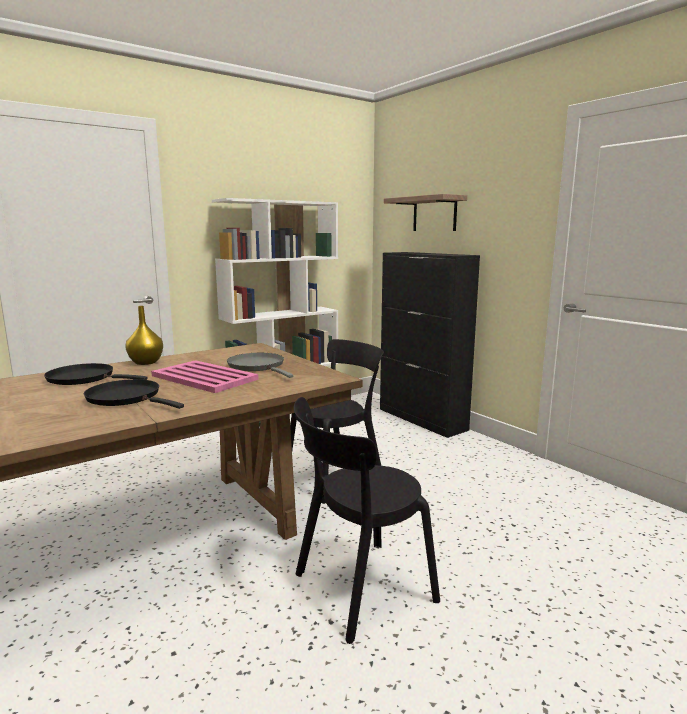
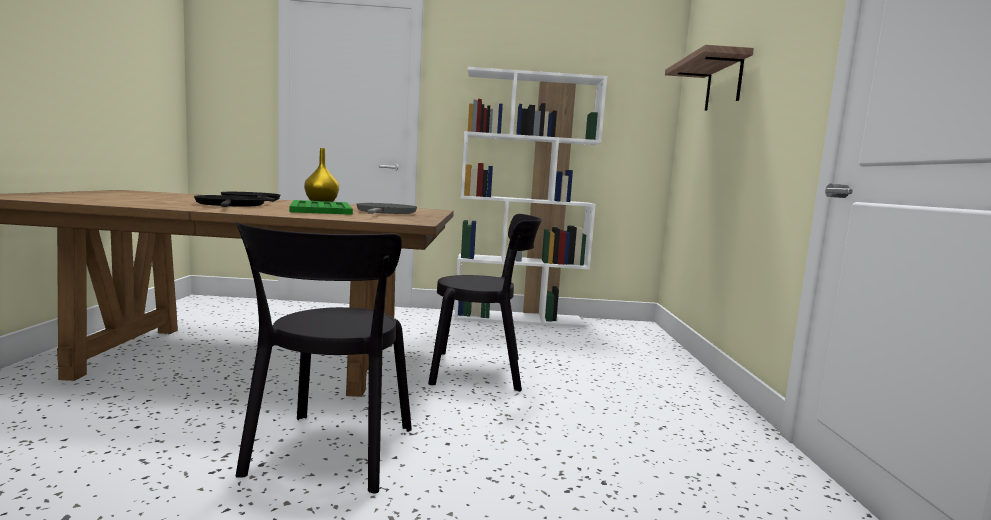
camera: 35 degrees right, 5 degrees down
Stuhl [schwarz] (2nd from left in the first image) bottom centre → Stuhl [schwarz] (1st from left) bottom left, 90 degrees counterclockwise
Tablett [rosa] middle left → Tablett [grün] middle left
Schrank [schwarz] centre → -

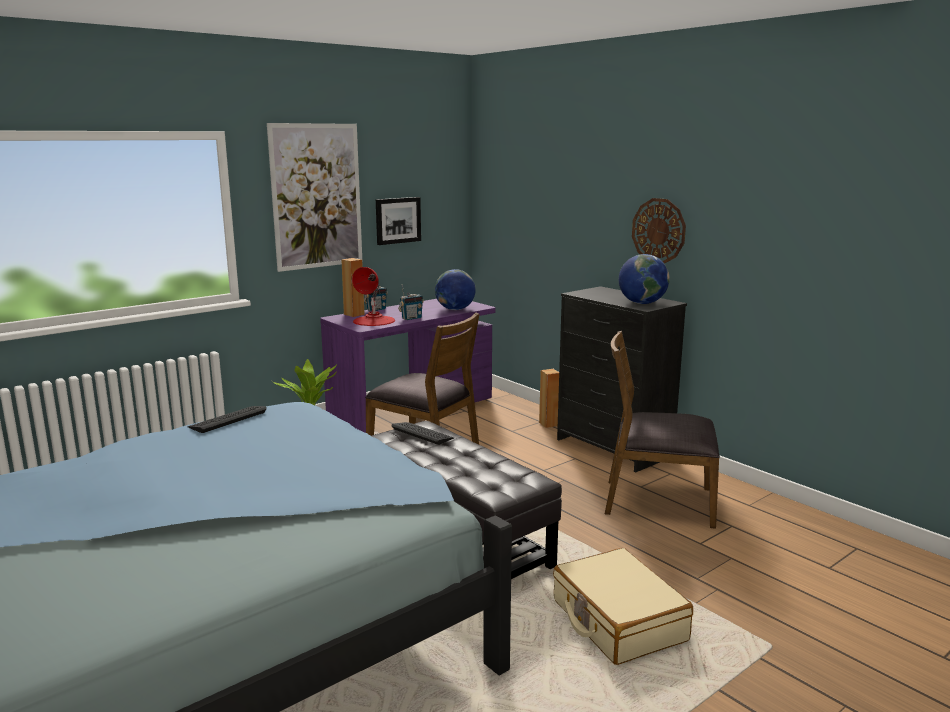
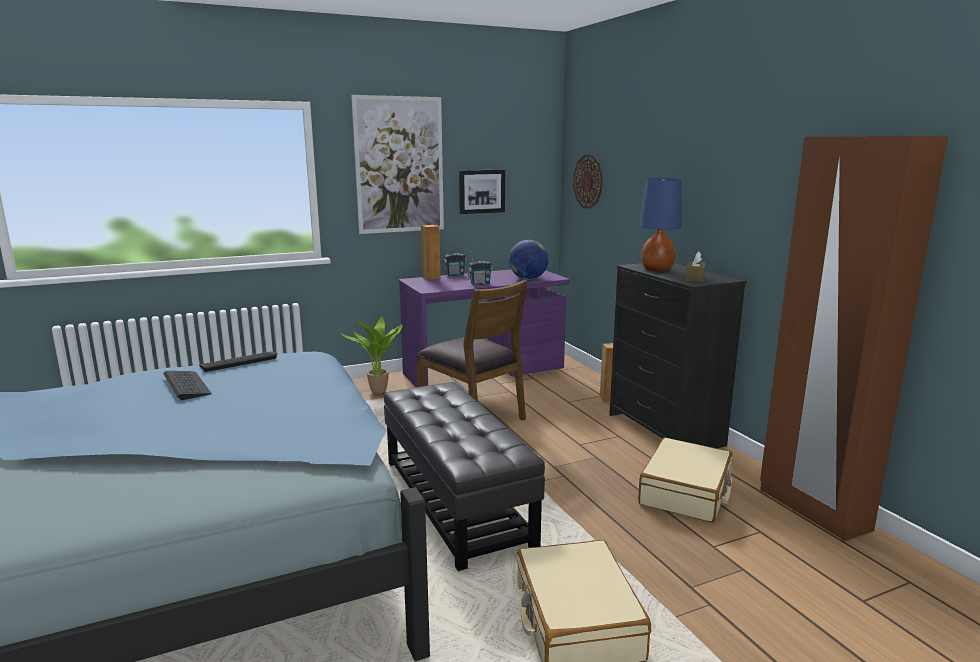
camera: 15 degrees right, 0 degrees up
Tastatur (2nd from left in the first image) centre → Tastatur (1st from left) middle left, moved
Wanduhr top right → Wanduhr top centre, moved
Stuhl [braun] (2nd from left) middle right → Koffer [beige] (2nd from left) bottom right
- → Tischlampe [blau] middle right
Globus (2nd from left) middle right → Taschentuchbox [braun] middle right
- → Kleiderschrank [braun] middle right
Tischlampe [rot] centre → -

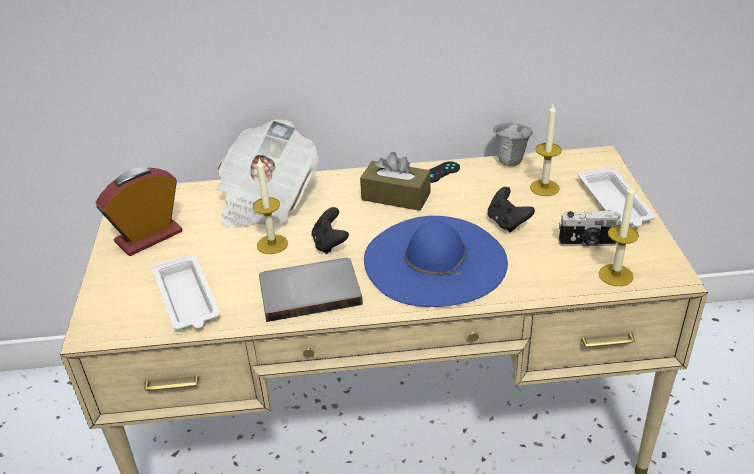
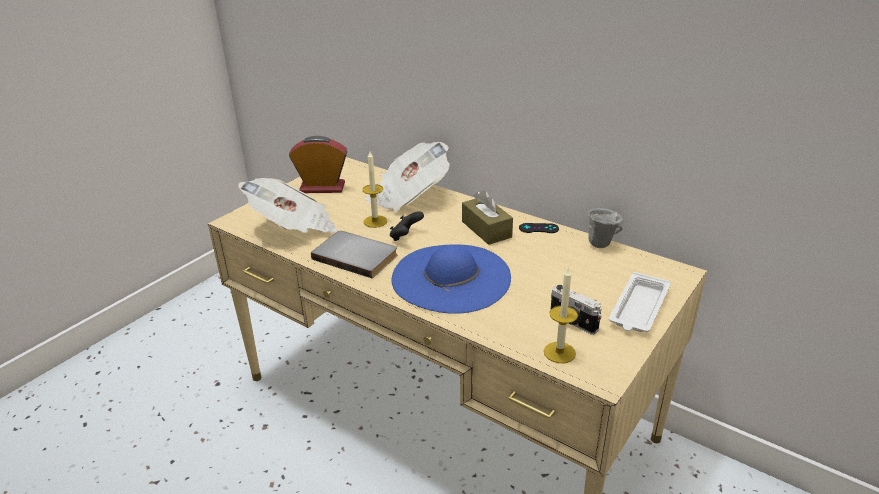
camera: 40 degrees right, 5 degrees down
Tablett [weiß] (1st from left) middle left → Zeitung (1st from left) middle left
Gamepad [schwarz] (3rd from left) middle right → -
Kerze (2nd from left) top right → -

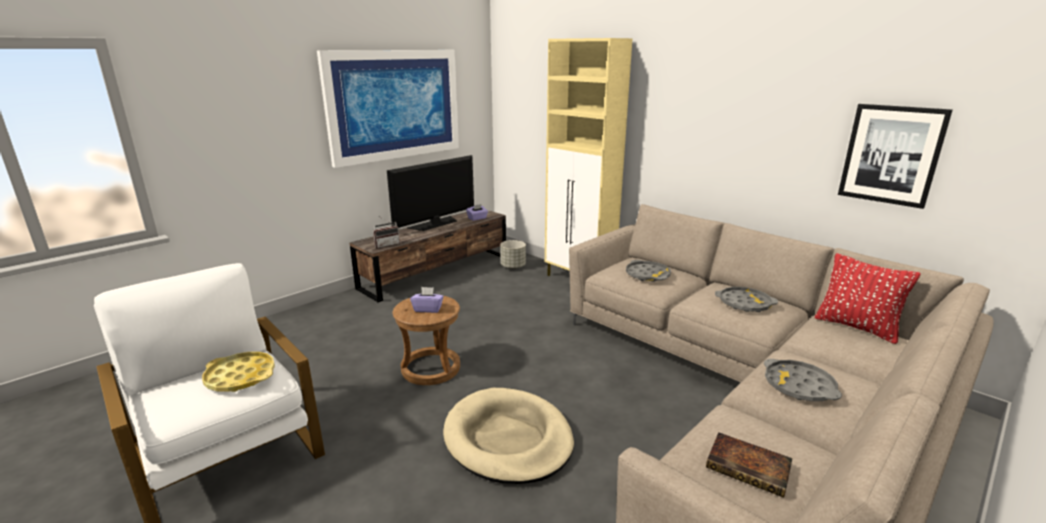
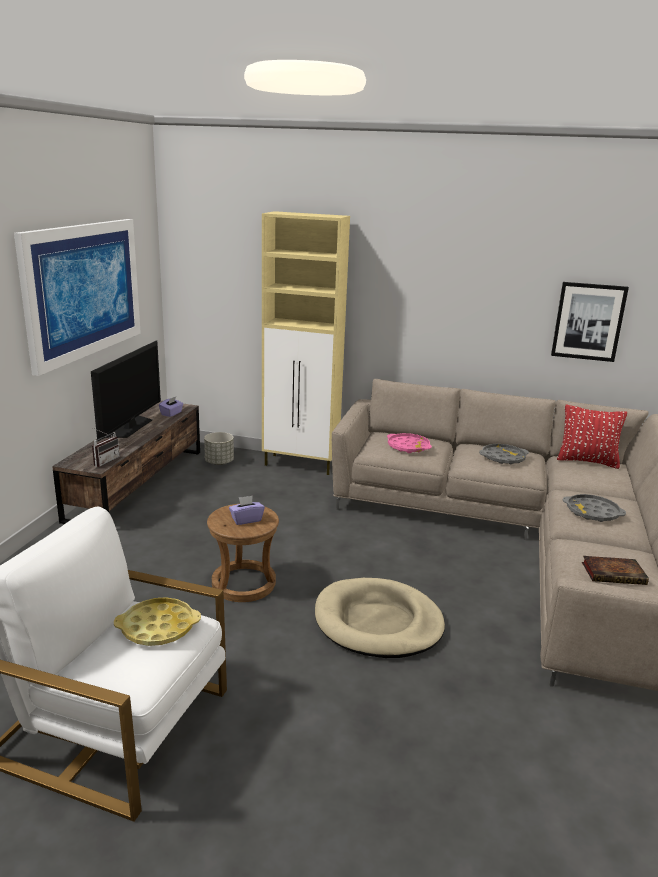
camera: 30 degrees left, 0 degrees up
Tablett [grau] (1st from left) centre → Tablett [rosa] centre

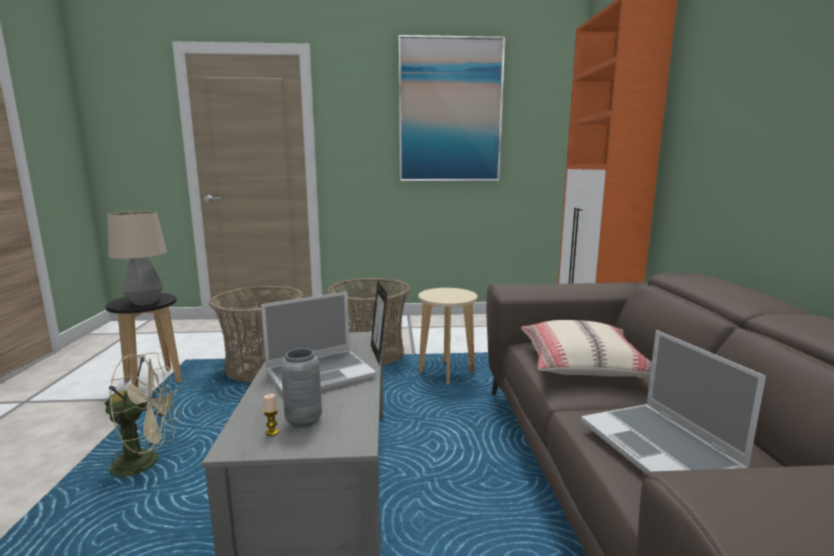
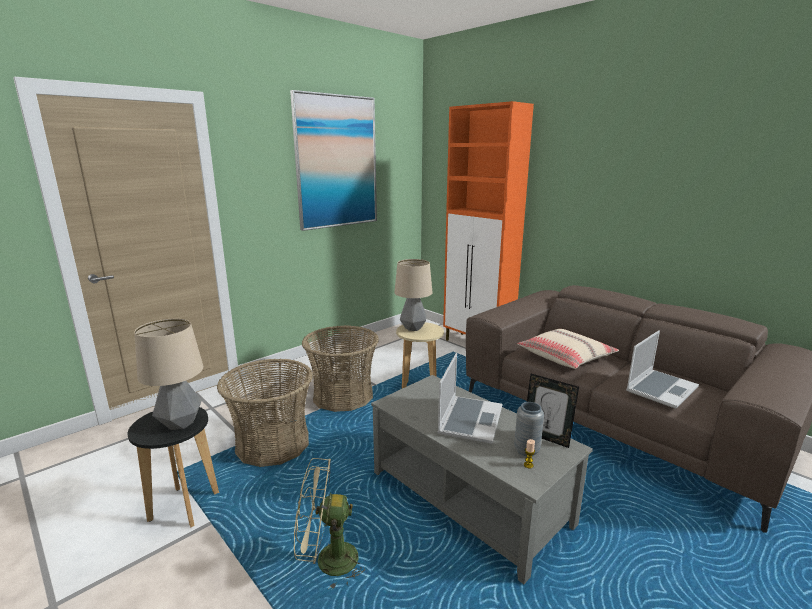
camera: 40 degrees left, 5 degrees up
Ventilator [beige] bottom left → Ventilator [beige] bottom centre, 135 degrees counterclockwise
- → Tischlampe (2nd from left) centre
Bilderrahmen centre → Bilderrahmen bottom right, moved
Laptop (2nd from left) bottom right → Laptop (2nd from left) middle right, 75 degrees counterclockwise

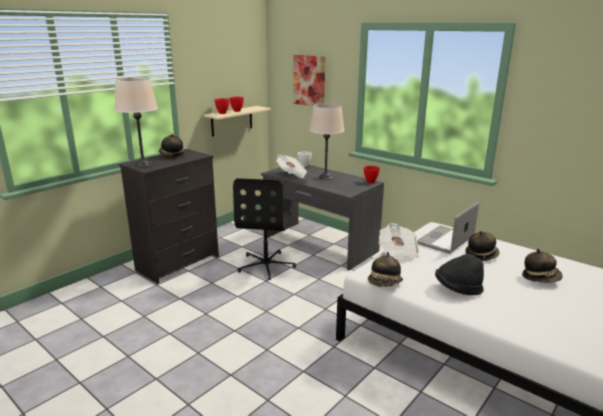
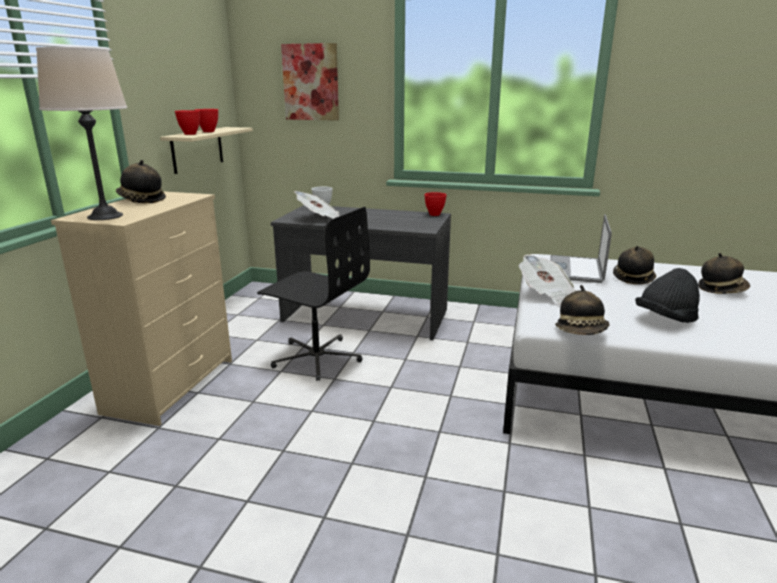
camera: 25 degrees left, 0 degrees up
Kommode [schwarz] middle left → Kommode [beige] middle left
Bürostuhl [schwarz] centre, 45 degrees counterclockwise
Tischlampe [beige] (2nd from left) centre → -

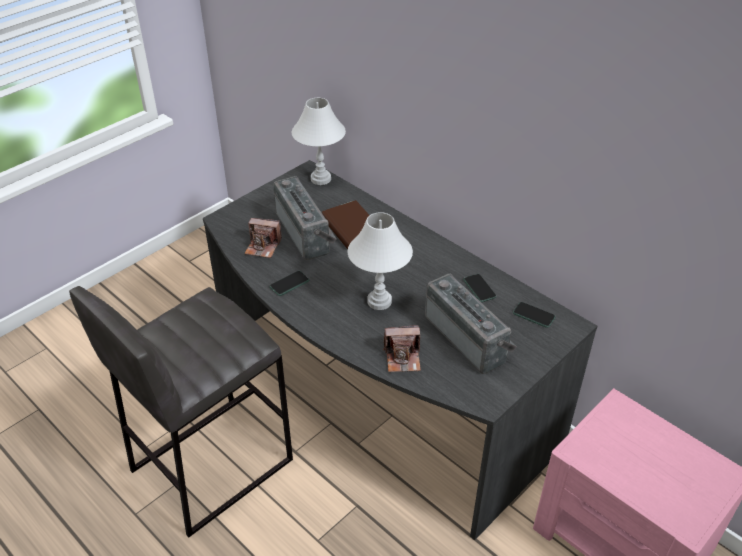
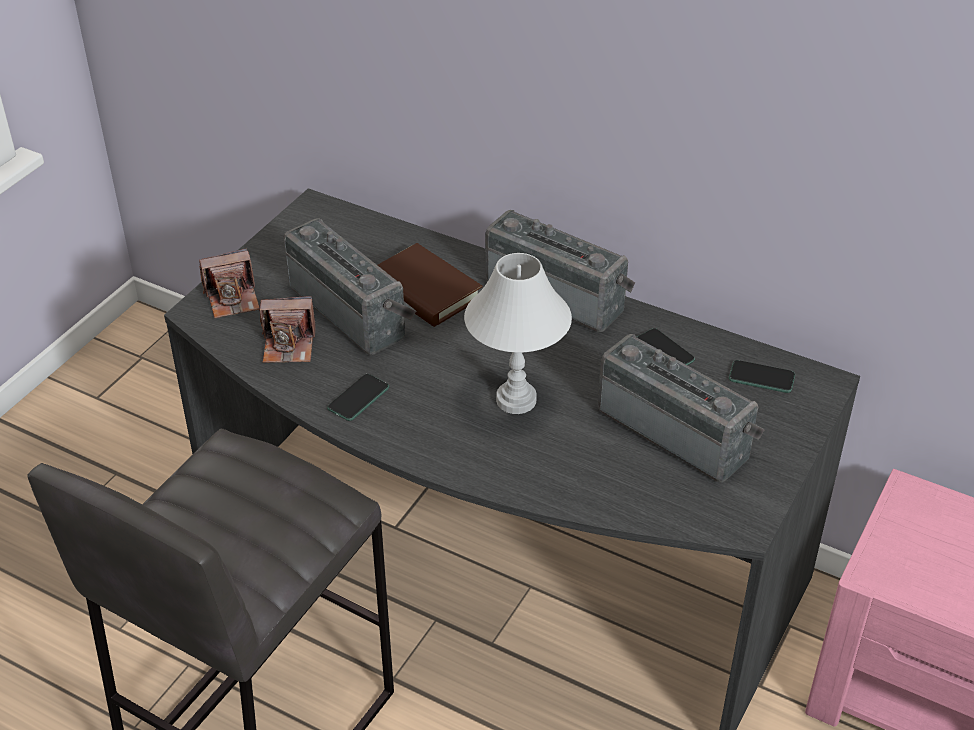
camera: 15 degrees left, 0 degrees up
Kamera (2nd from left in the first image) centre → Kamera (1st from left) middle left, moved
- → Radio (2nd from left) centre
Tischlampe [weiß] (1st from left) top centre → -

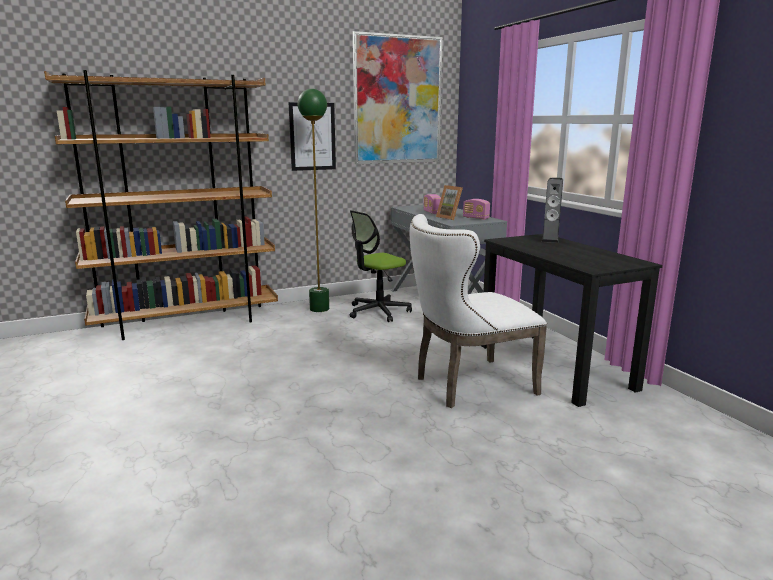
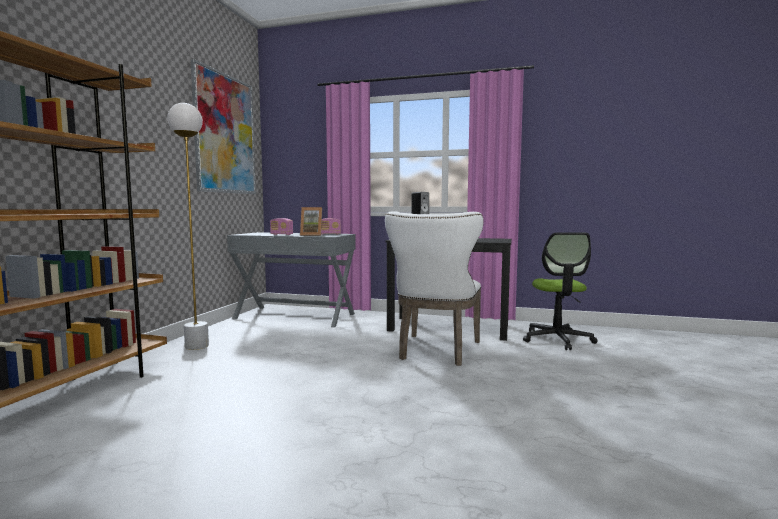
camera: 50 degrees left, 10 degrees down
Stehlampe [grün] centre → Stehlampe [weiß] middle left
Bürostuhl centre → Bürostuhl middle right, moved
Bild (1st from left) top centre → -

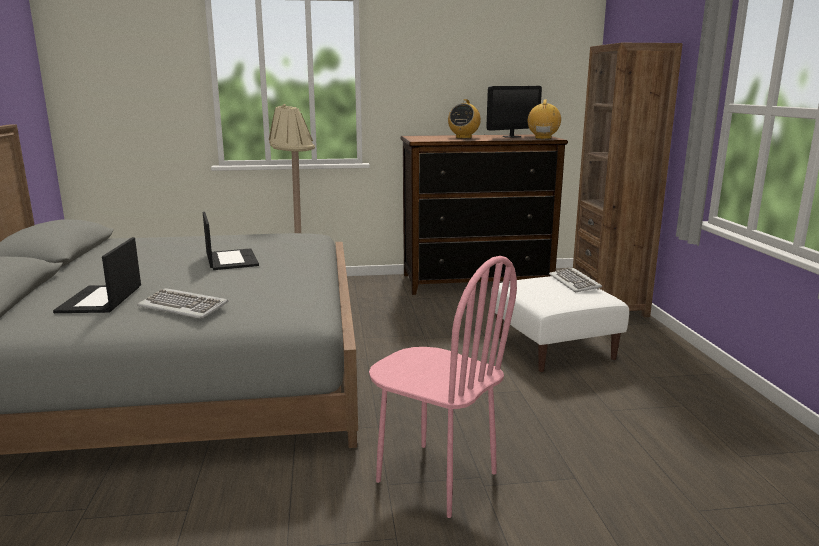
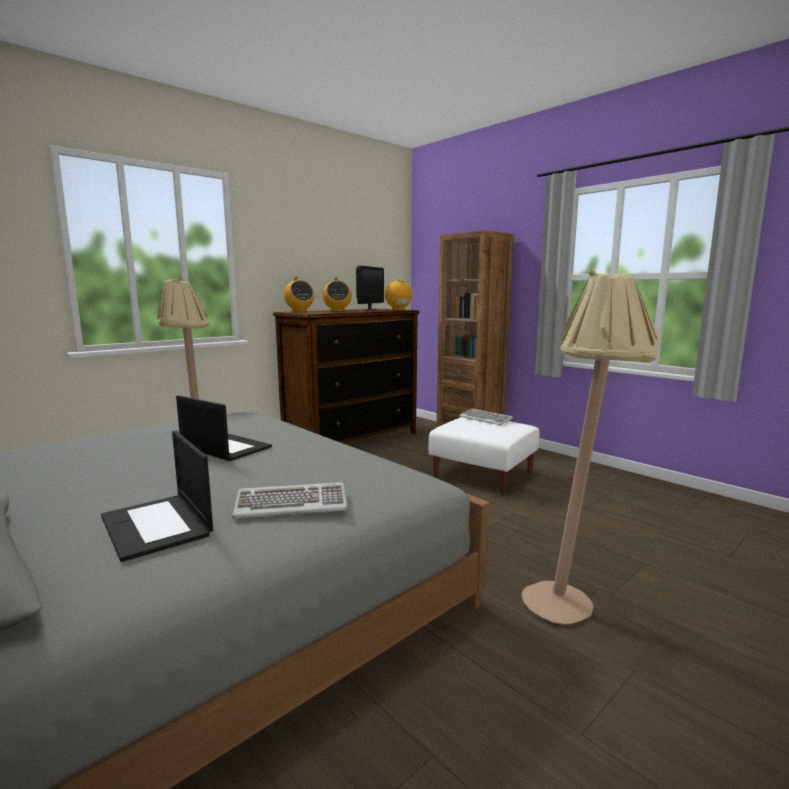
camera: 35 degrees left, 5 degrees down
- → Radio (1st from left) centre
Stuhl [rosa] bottom centre → Stehlampe [beige] (2nd from left) middle right

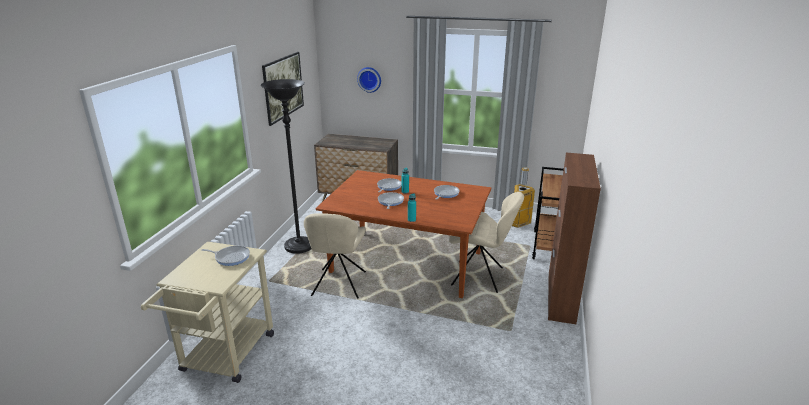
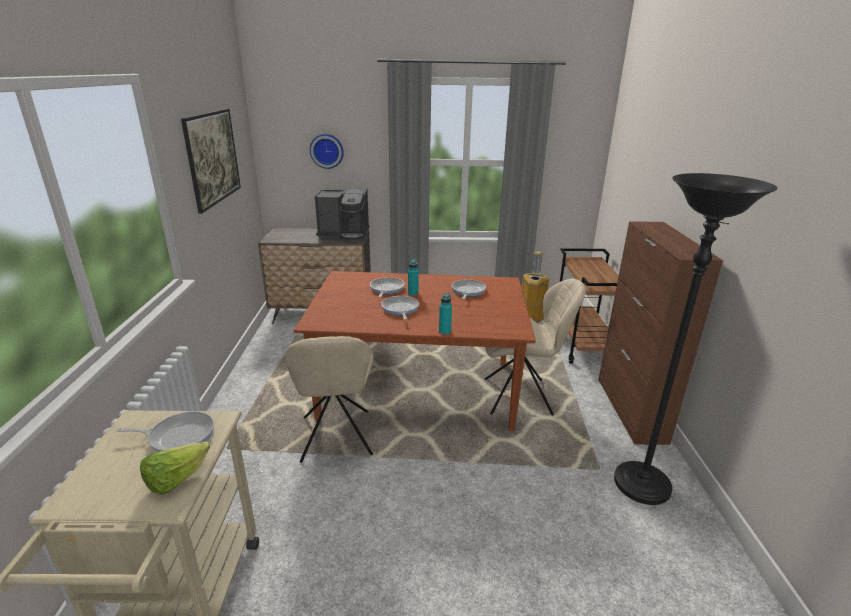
camera: 15 degrees left, 0 degrees up
- → Salatkopf bottom left
- → Kaffeemaschine centre
Stehlampe [schwarz] centre → Stehlampe [schwarz] middle right, moved

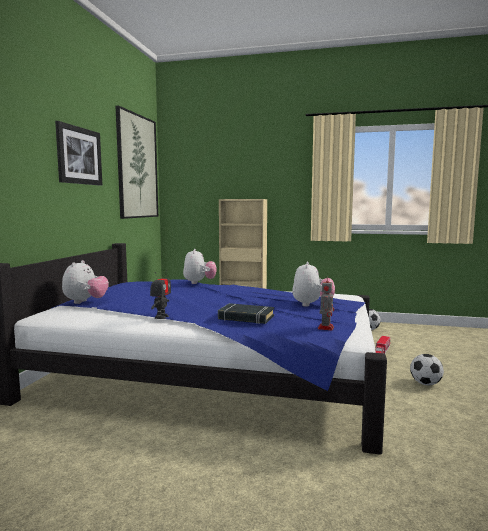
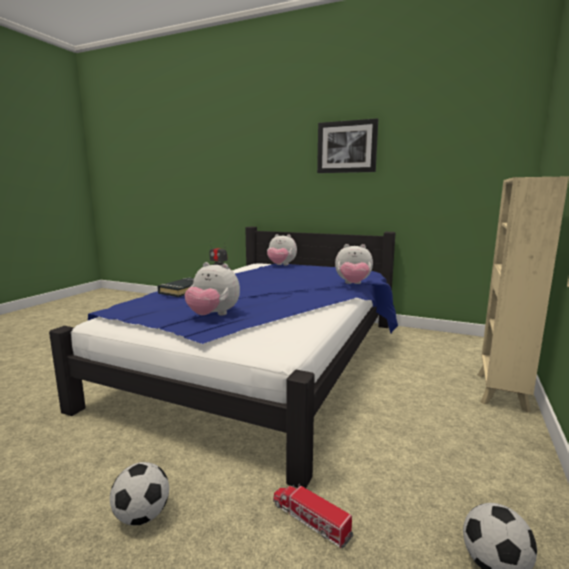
camera: 100 degrees right, 5 degrees up
Bild (2nd from left) top left → -
Spielzeugroboter (2nd from left) middle right → -

